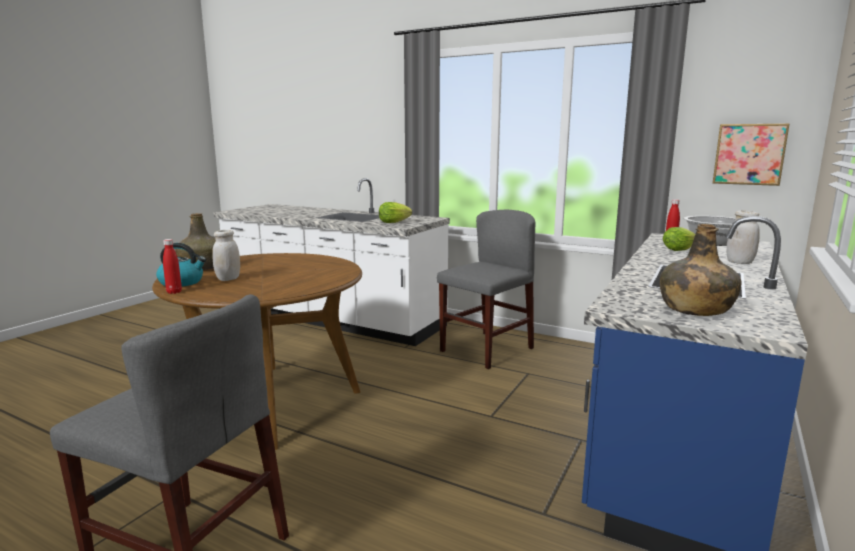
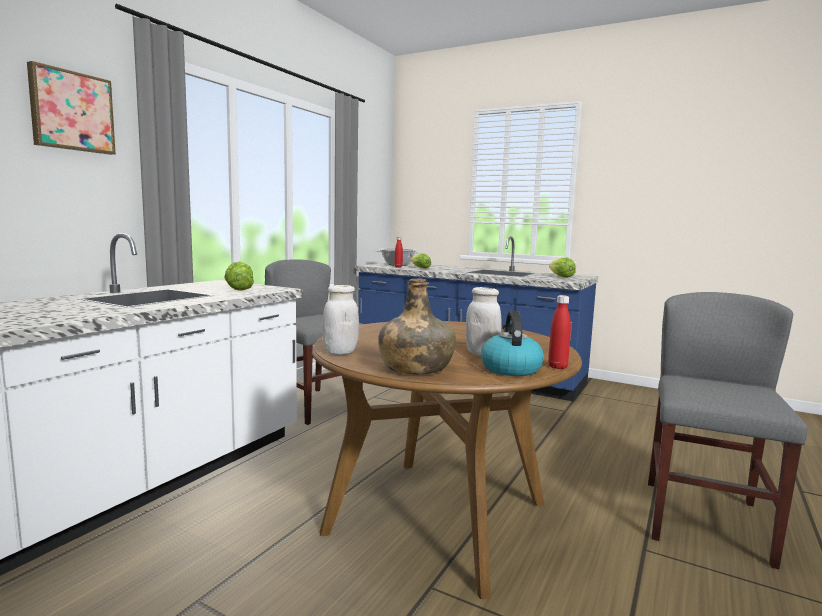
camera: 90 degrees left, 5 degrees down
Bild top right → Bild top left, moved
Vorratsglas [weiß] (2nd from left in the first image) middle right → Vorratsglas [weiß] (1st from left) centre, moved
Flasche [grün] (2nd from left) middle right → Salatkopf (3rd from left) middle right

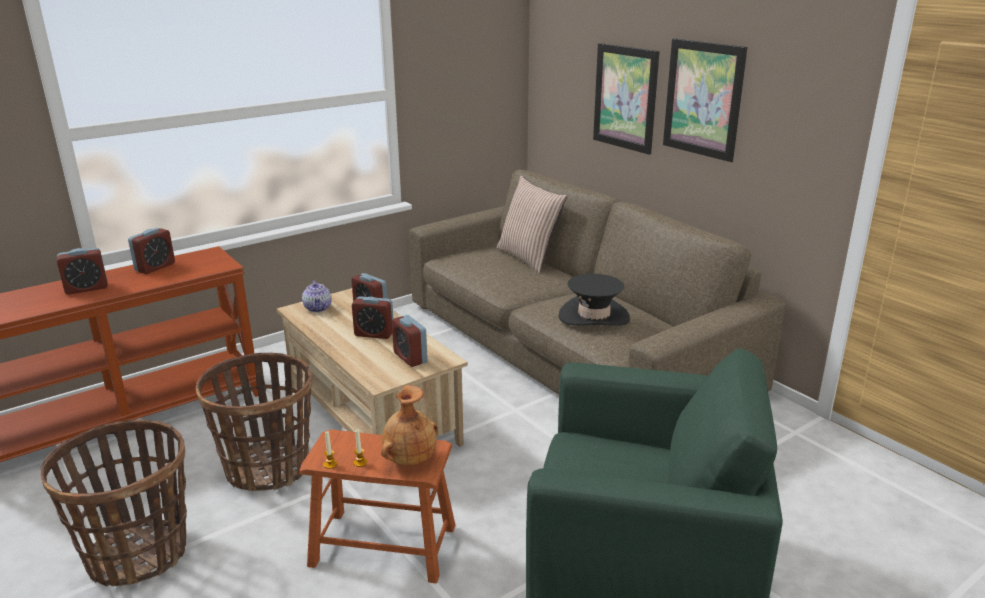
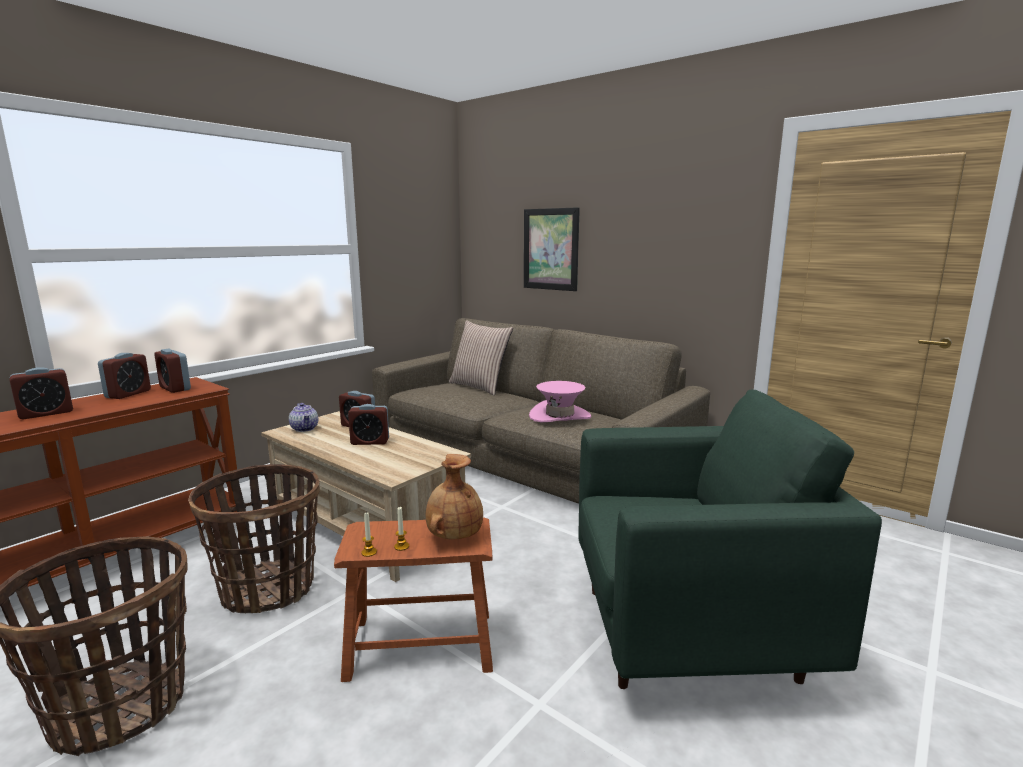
camera: 15 degrees left, 10 degrees down
Wecker (5th from left in the first image) centre → Wecker (3rd from left) middle left, moved
Hut [schwarz] centre → Hut [rosa] centre
Bild (2nd from left) top right → -

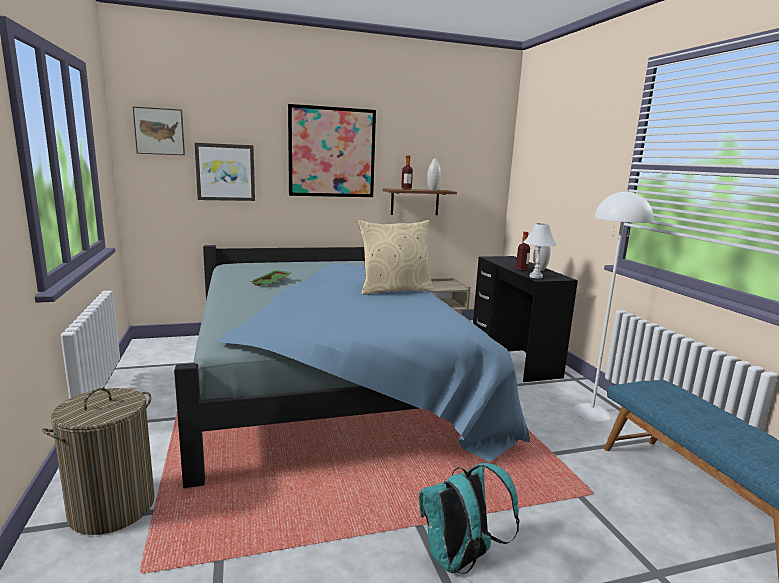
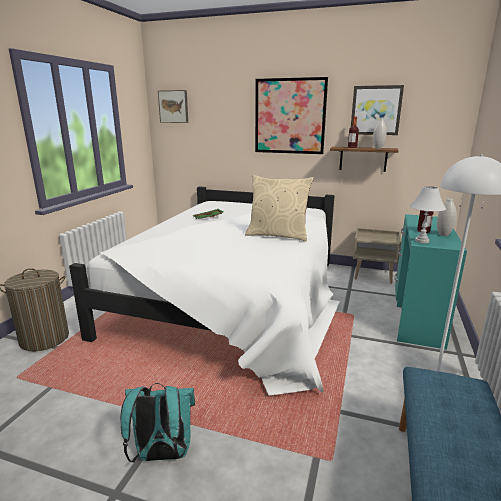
camera: 35 degrees right, 5 degrees up
Bett [blau] centre → Bett [weiß] centre
Bild (2nd from left in the first image) top left → Bild (3rd from left) top right, moved
Schreibtisch [schwarz] middle right → Schreibtisch [türkis] middle right

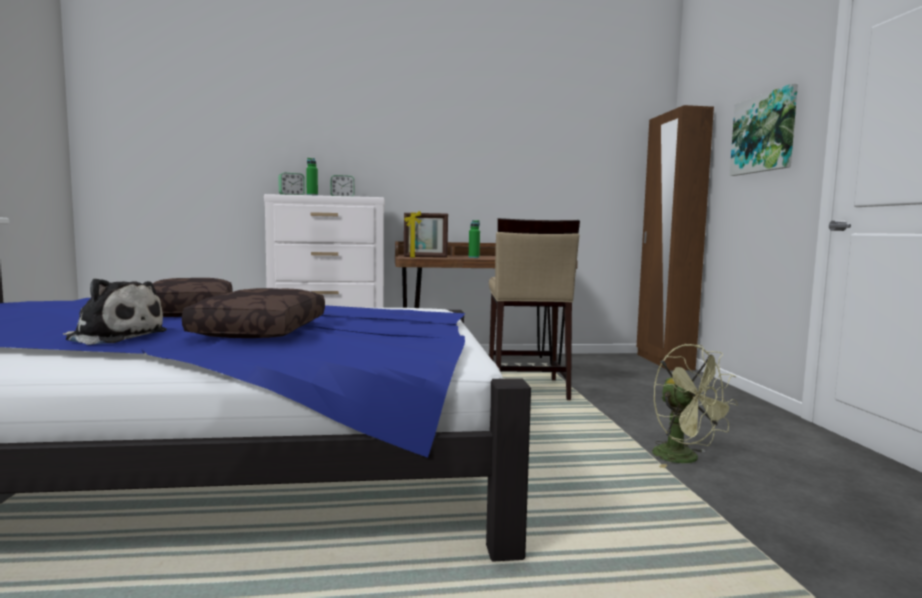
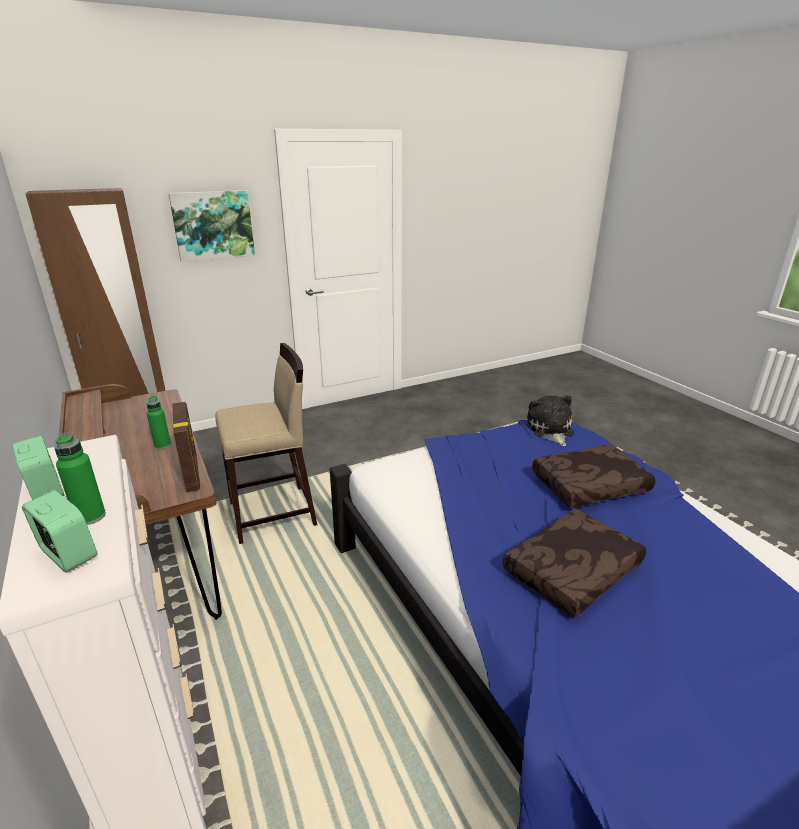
camera: 110 degrees left, 20 degrees up
Plüschtier middle left → Plüschtier middle right, moved
Ventilator [grün] bottom right → -

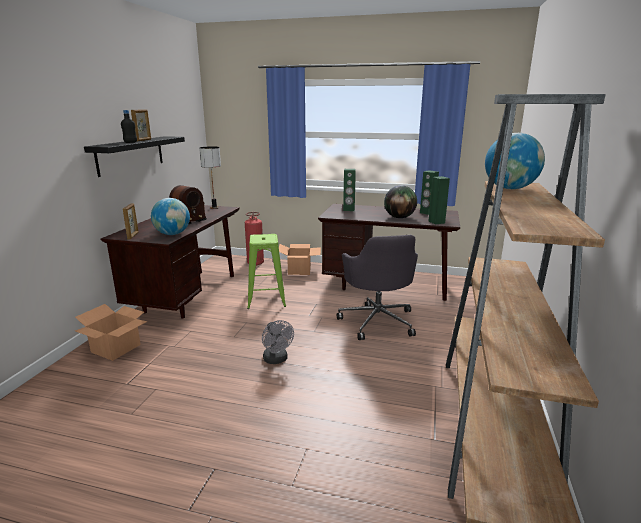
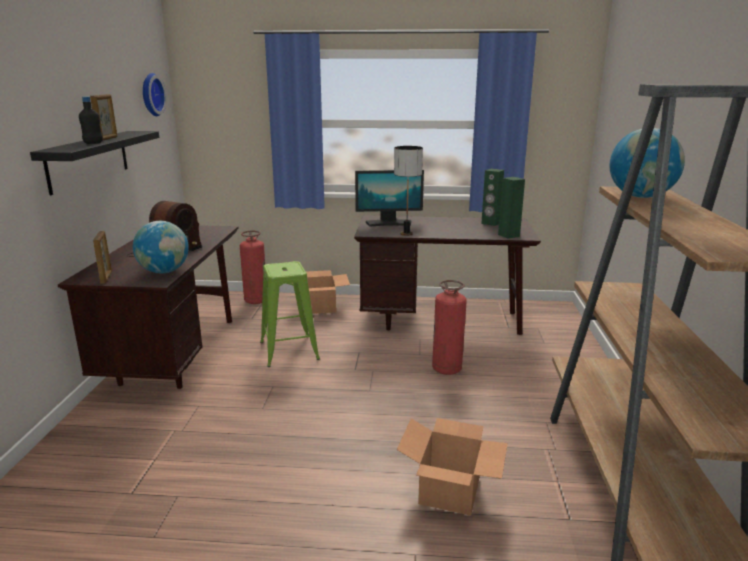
camera: 10 degrees left, 0 degrees up
- → Wanduhr top left
Lautsprecher [grün] (1st from left) centre → Monitor centre
Tischlampe middle left → Tischlampe centre, moved
Karton (1st from left in the first image) middle left → Karton (2nd from left) bottom centre, moved
Bürostuhl [grau] centre → Feuerlöscher (2nd from left) centre
Ventilator [grau] centre → -
Globus (2nd from left) centre → -

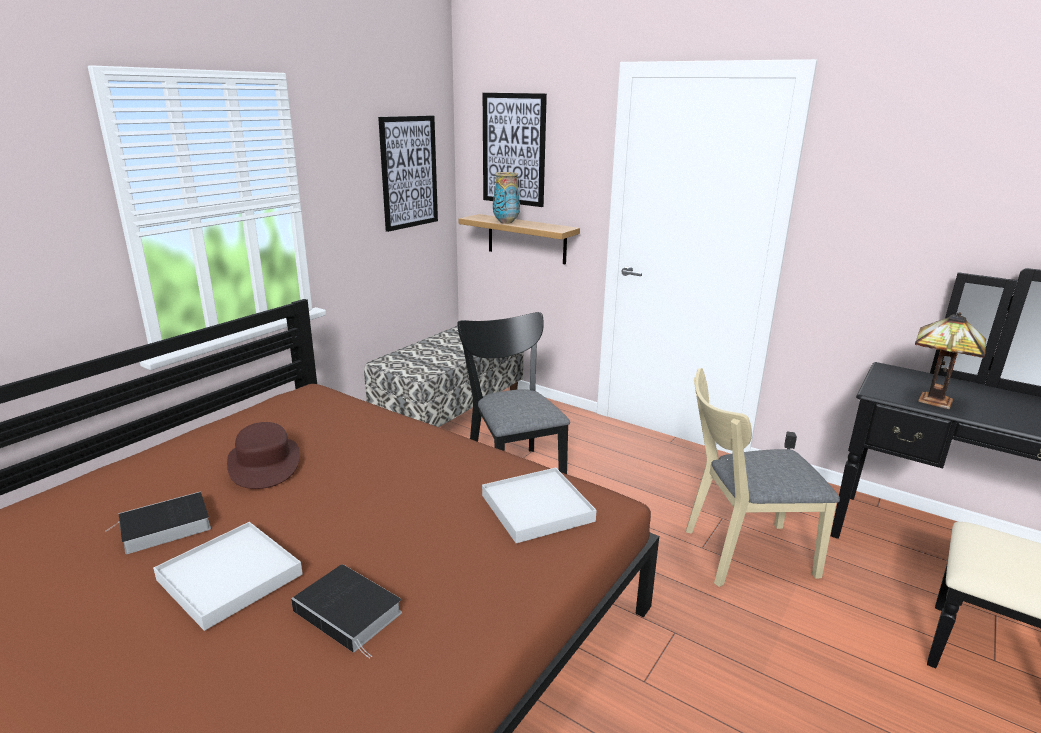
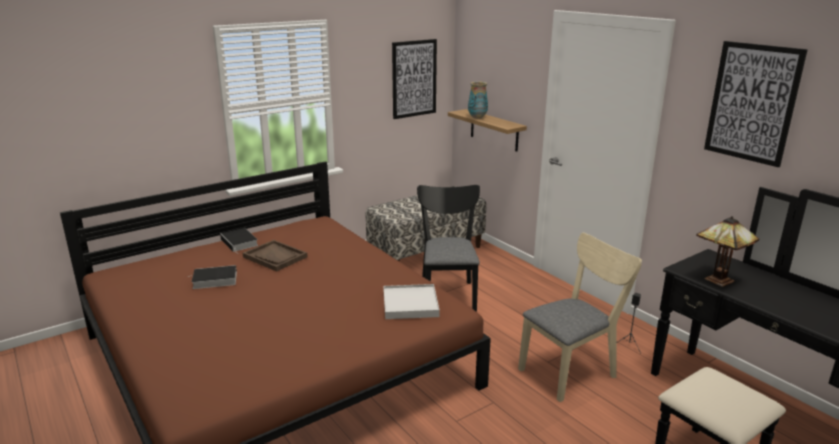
camera: 20 degrees right, 0 degrees up
Buch (2nd from left) bottom left → Buch (2nd from left) middle left, moved
Hut [braun] middle left → Tablett [braun] middle left
Stuhl [beige] middle right → Stuhl [beige] bottom right, 135 degrees clockwise
Bild (2nd from left) top centre → Bild (2nd from left) top right, moved
Tablett [weiß] (1st from left) bottom left → -

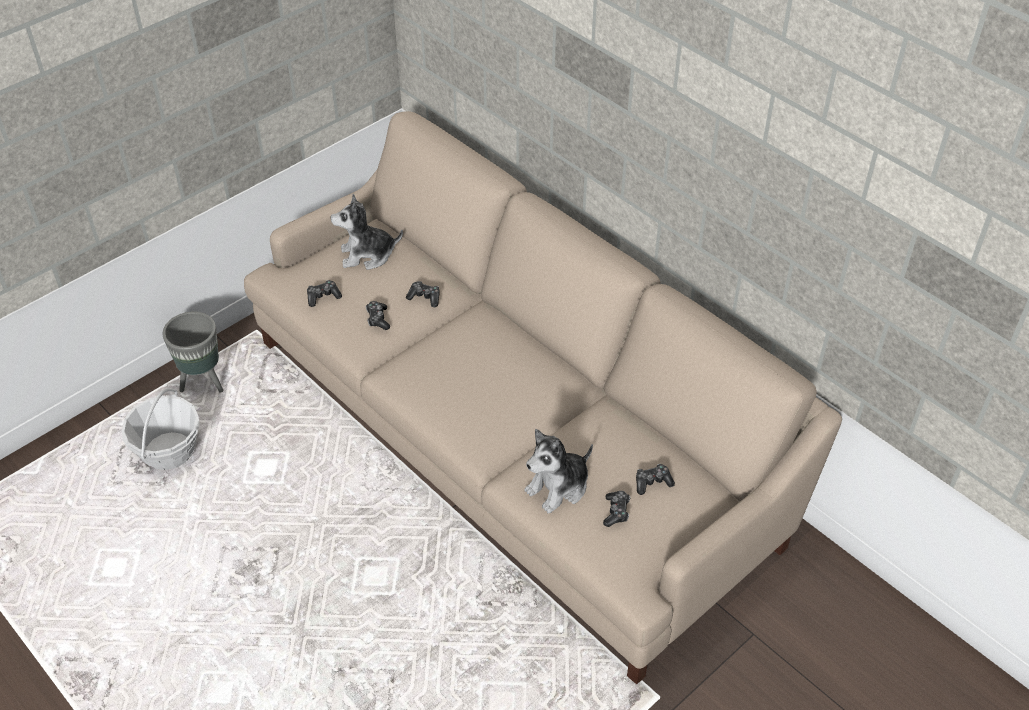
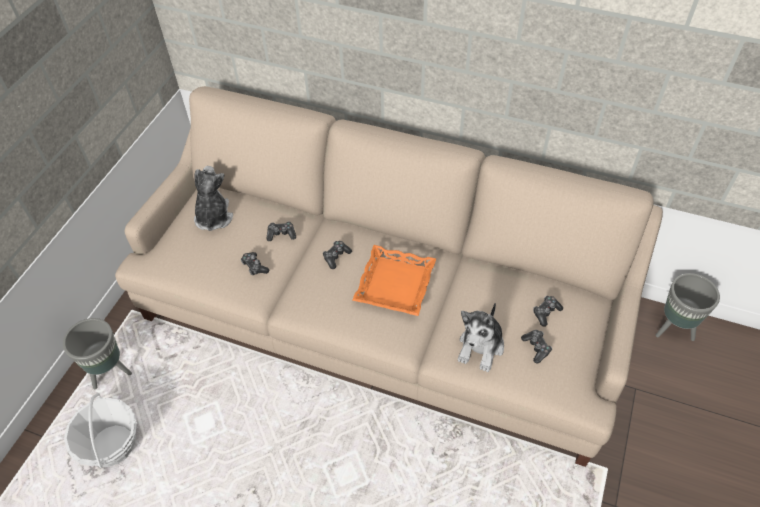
camera: 25 degrees left, 5 degrees up
Plüschtier (1st from left) top centre → Plüschtier (1st from left) middle left, 120 degrees clockwise
Gamepad (1st from left in the first image) middle left → Gamepad (3rd from left) centre, moved
- → Tablett [orange] centre
- → Pflanzkübel [grau] (2nd from left) middle right

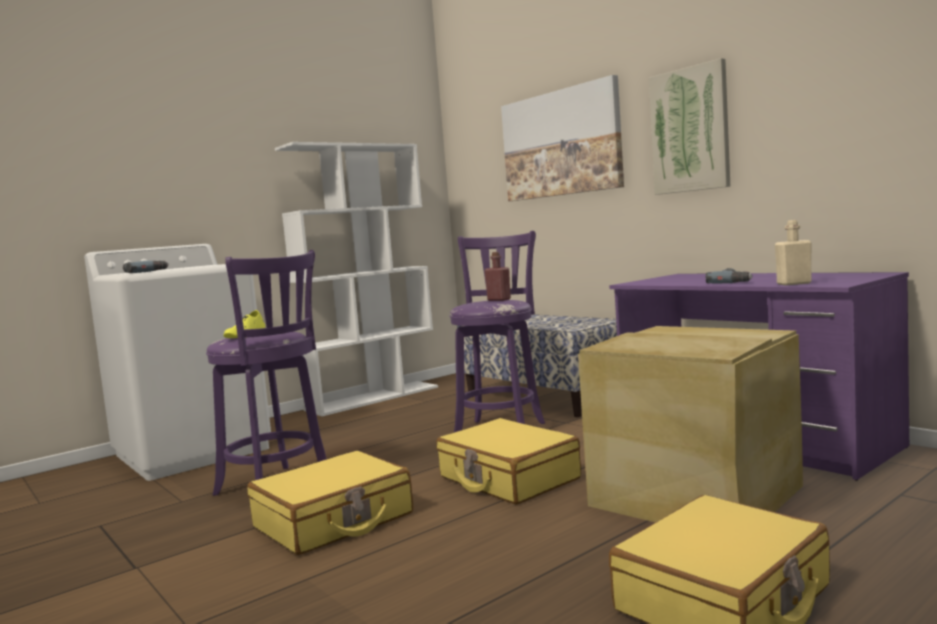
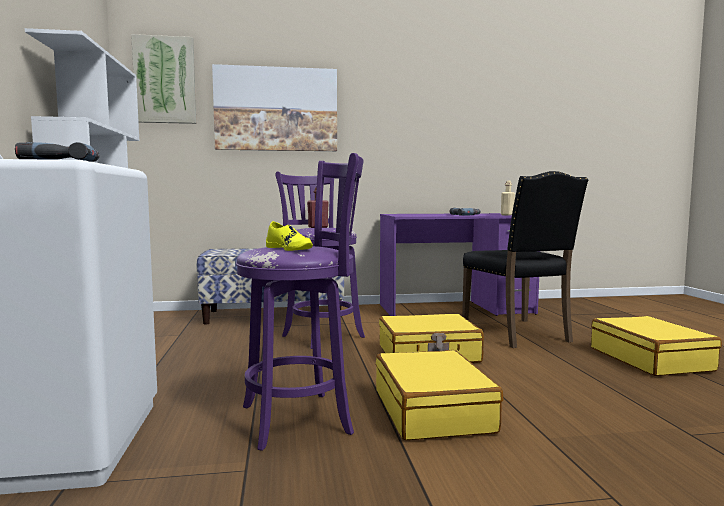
camera: 60 degrees left, 0 degrees up
Bild (2nd from left in the first image) top right → Bild (1st from left) top left, moved
Aufbewahrungsbox [beige] bottom right → Stuhl [schwarz] middle right

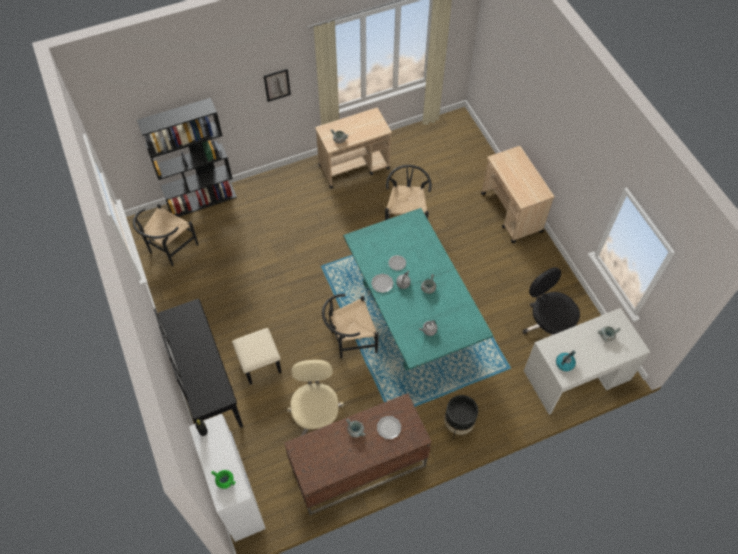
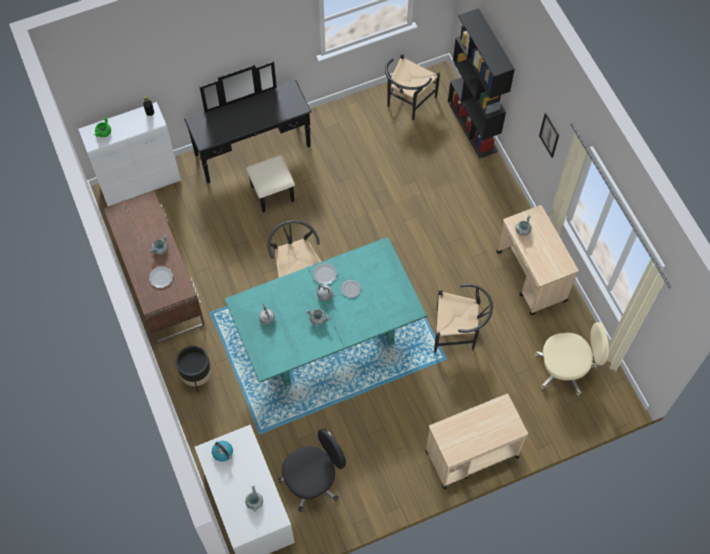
camera: 90 degrees right, 5 degrees up
Stuhl [schwarz] (1st from left in the first image) middle left → Stuhl [schwarz] (2nd from left) top centre, 90 degrees counterclockwise
Bürostuhl [beige] bottom centre → Bürostuhl [beige] middle right, moved

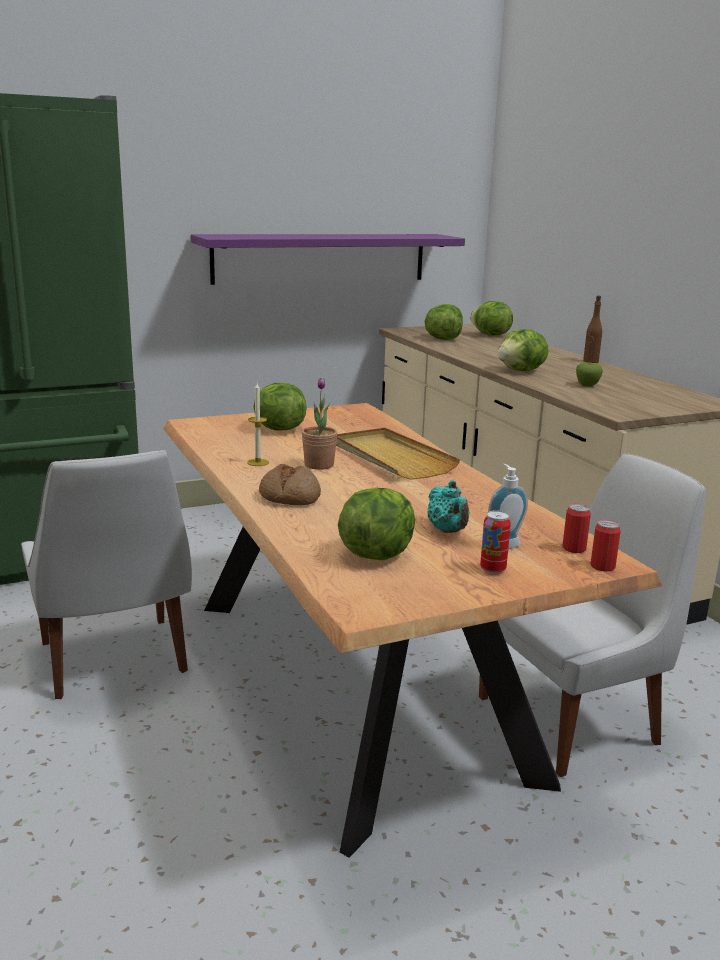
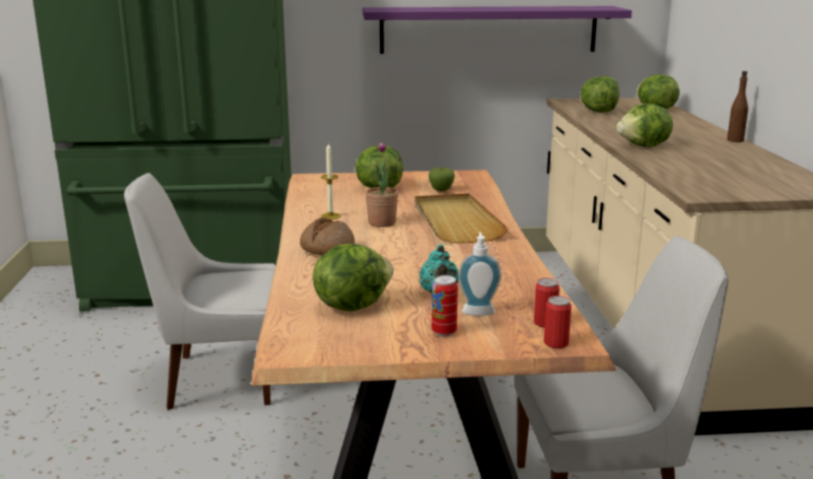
camera: 20 degrees right, 0 degrees up
Stuhl [weiß] (1st from left) middle left, 90 degrees clockwise
Apfel middle right → Apfel centre, moved

